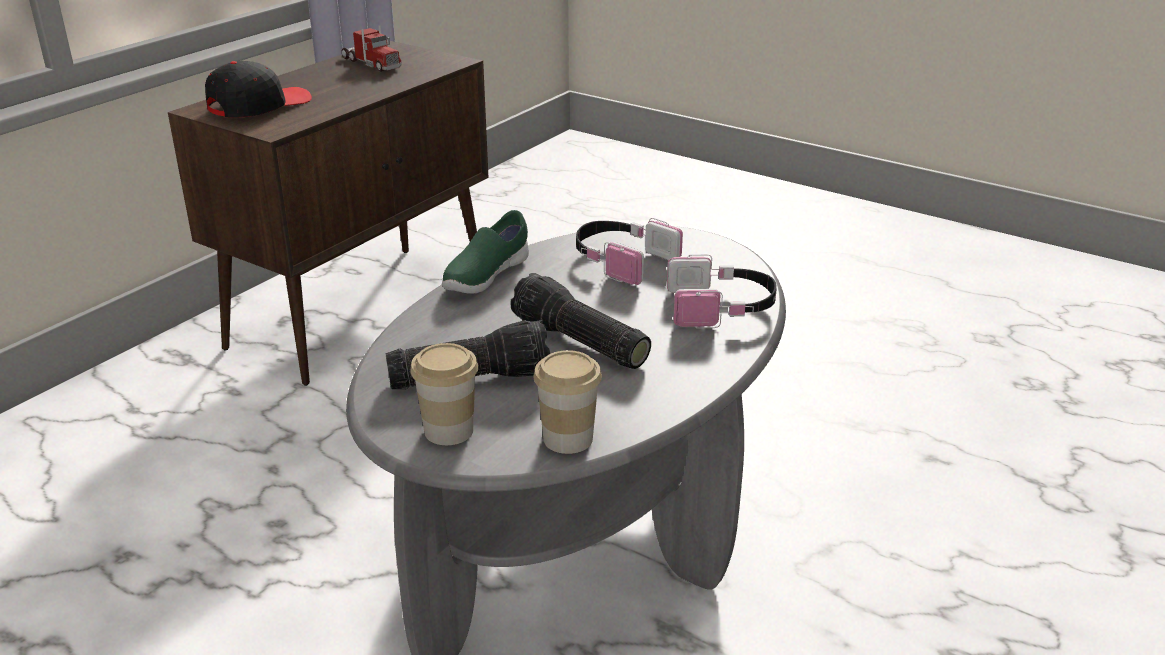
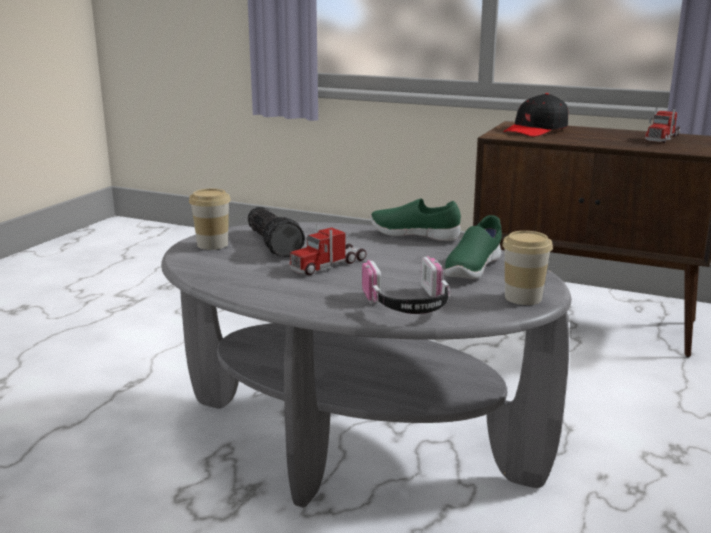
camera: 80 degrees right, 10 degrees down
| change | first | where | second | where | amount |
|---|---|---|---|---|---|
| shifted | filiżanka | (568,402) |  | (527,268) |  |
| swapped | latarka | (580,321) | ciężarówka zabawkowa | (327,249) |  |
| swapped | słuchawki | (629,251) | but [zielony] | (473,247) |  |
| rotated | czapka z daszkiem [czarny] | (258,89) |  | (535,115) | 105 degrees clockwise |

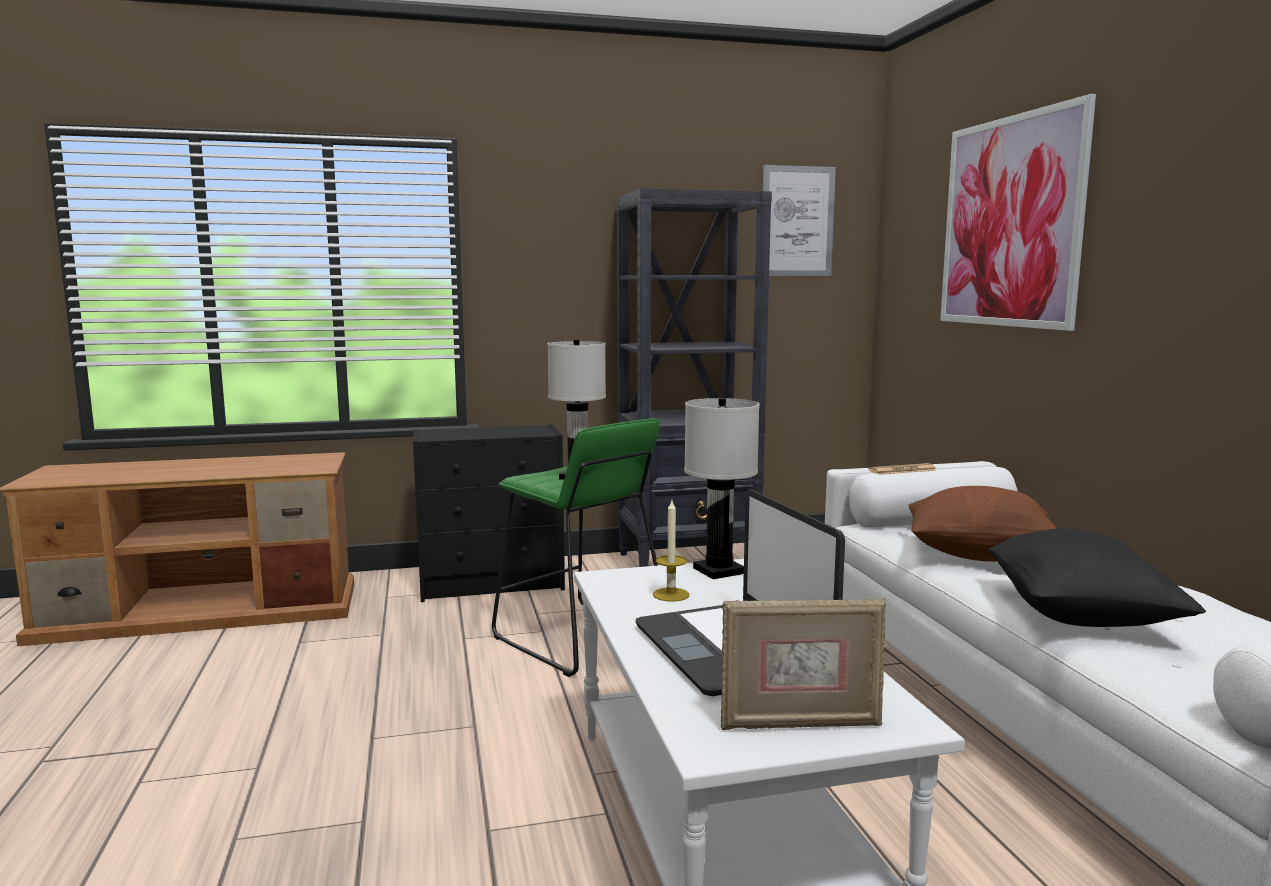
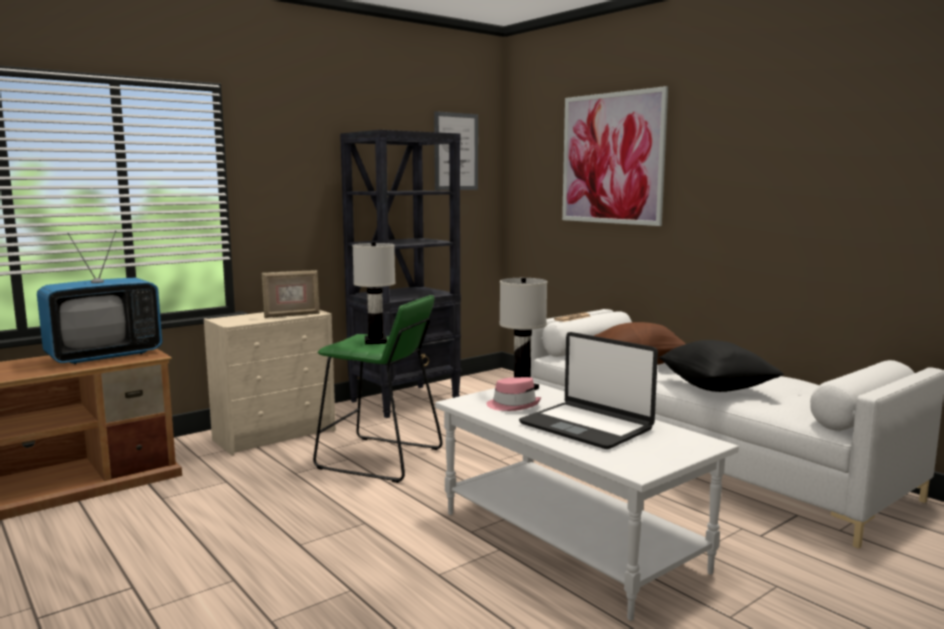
camera: 25 degrees left, 0 degrees up
| change | first | where | second | where | amount |
|---|---|---|---|---|---|
| new |  |  | telewizor | (99,297) |  |
| shifted | ramka na zdjęcie | (803,664) |  | (290,294) |  |
| swapped | świeca | (671,551) | kapelusz [różowy] | (513,394) |  |
| repainted | komoda [czarny] | (489,513) | komoda [beżowy] | (270,382) |  |

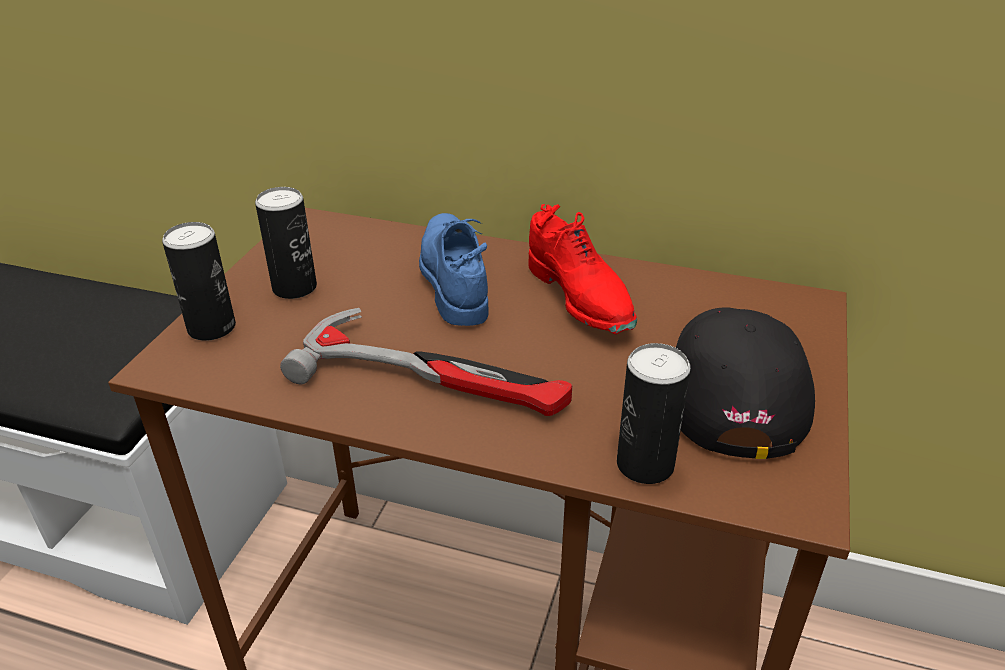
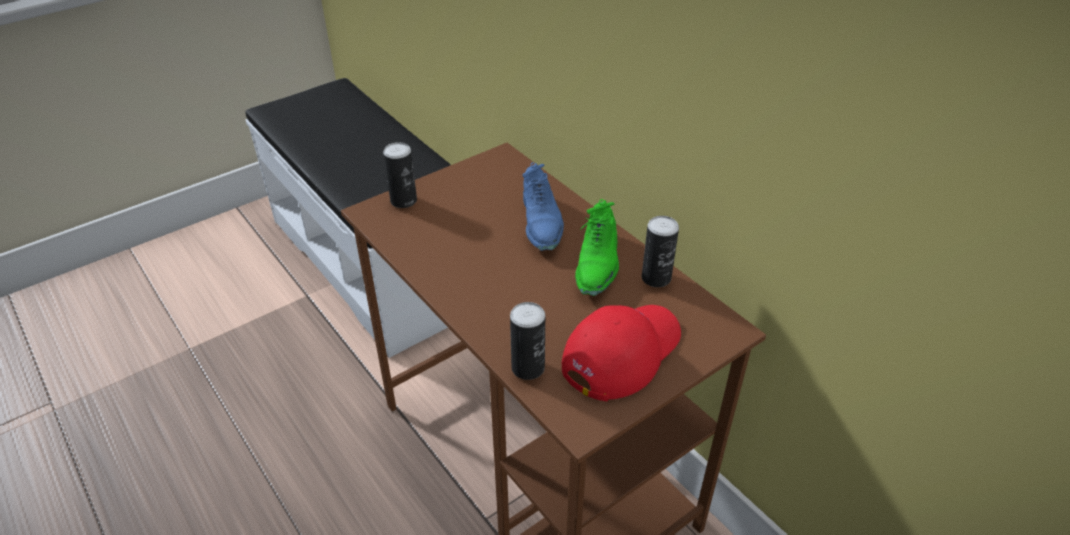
camera: 35 degrees right, 5 degrees up
| change | first | where | second | where | amount |
|---|---|---|---|---|---|
| gone | młotek | (426,362) |  |  |  |
| shifted | puszka | (286,243) |  | (660,251) |  |
| repainted | but [czerwony] | (582,269) | but [zielony] | (597,247) |  |
| repainted | czapka z daszkiem [czarny] | (745,383) | czapka z daszkiem [czerwony] | (621,353) |  |
| rotated | but [niebieski] | (454,269) |  | (543,206) | 150 degrees clockwise |

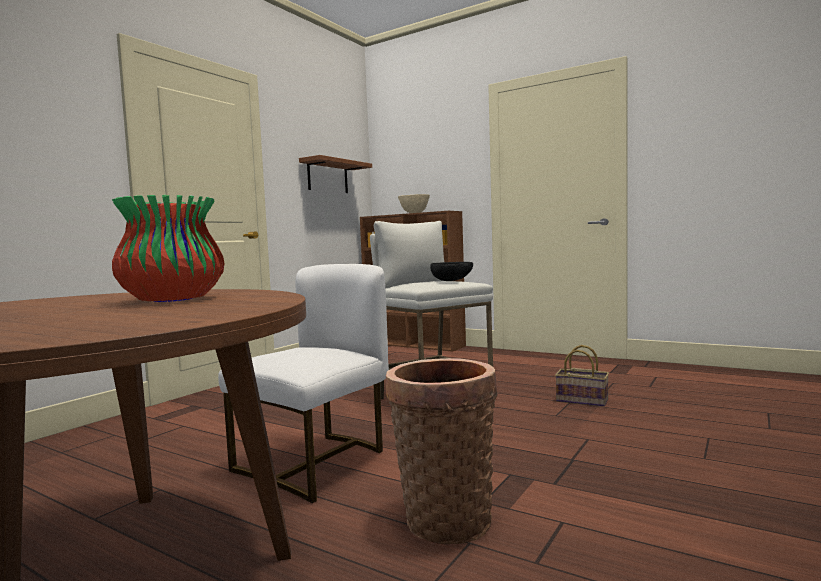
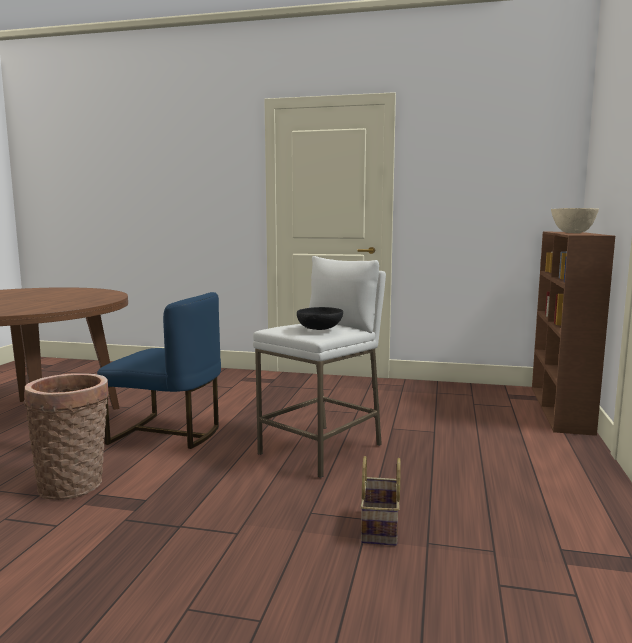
camera: 70 degrees right, 5 degrees up
| change | first | where | second | where | amount |
|---|---|---|---|---|---|
| gone | wazon | (168,248) |  |  |  |
| gone | półka [brązowy] | (335,174) |  |  |  |
| repainted | krzesło [biały] | (303,383) | krzesło [niebieski] | (159,370) |  |

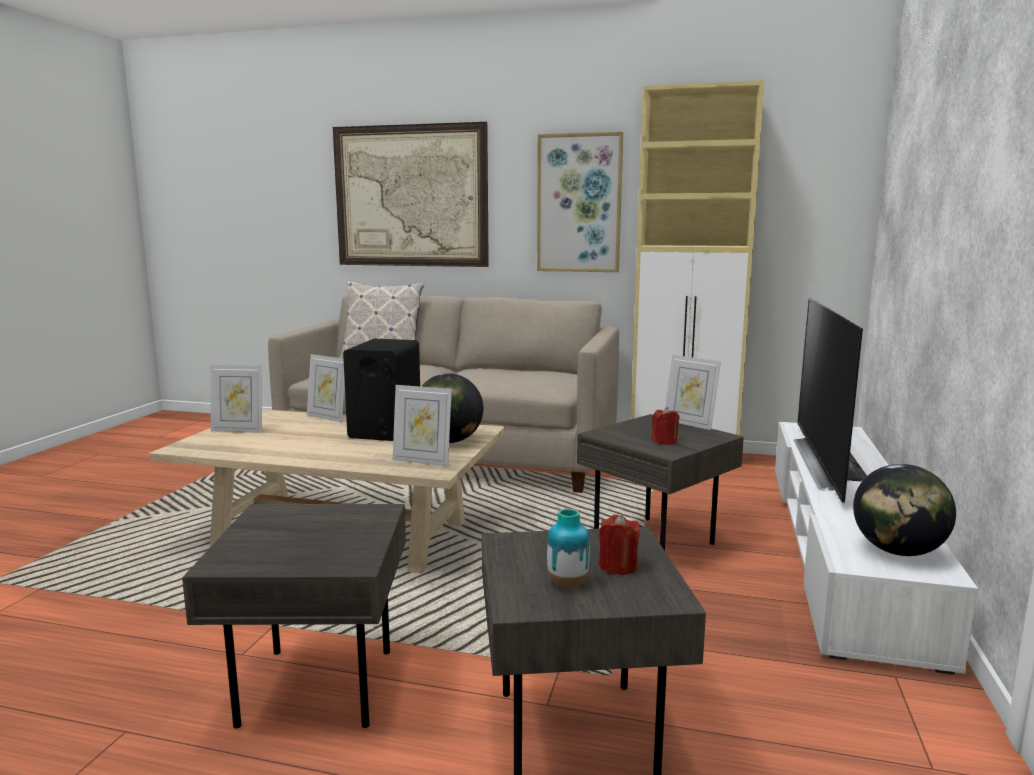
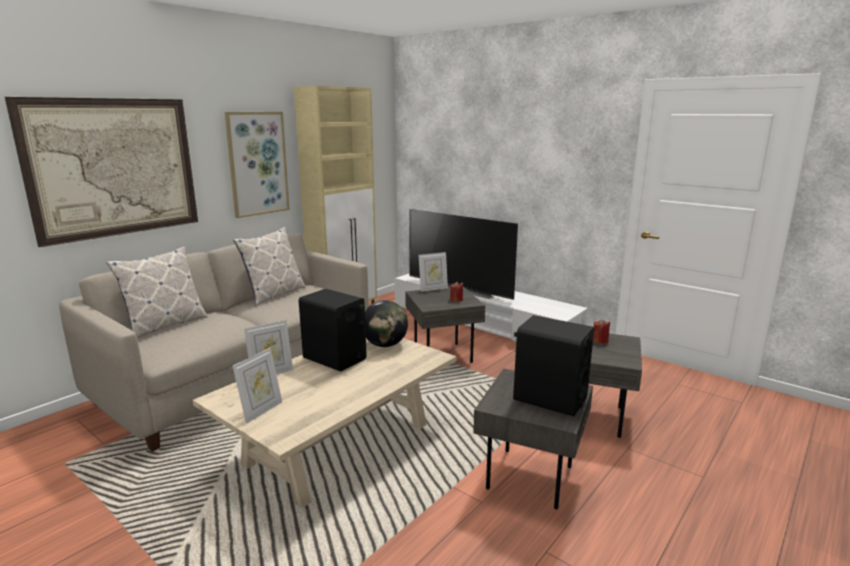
camera: 65 degrees left, 5 degrees up
| change | first | where | second | where | amount |
|---|---|---|---|---|---|
| gone | ramka na zdjęcie | (422,425) |  |  |  |
| gone | wazon | (568,547) |  |  |  |
| gone | globus | (904,510) |  |  |  |
| new |  |  | poduszka | (269,266) |  |
| new |  |  | głośnik [czarny] | (553,365) |  |

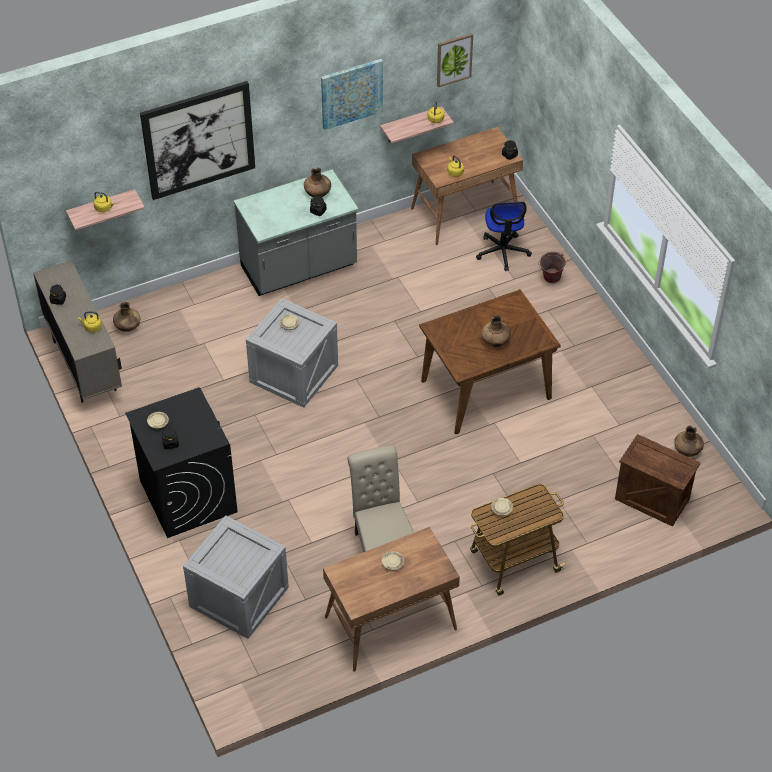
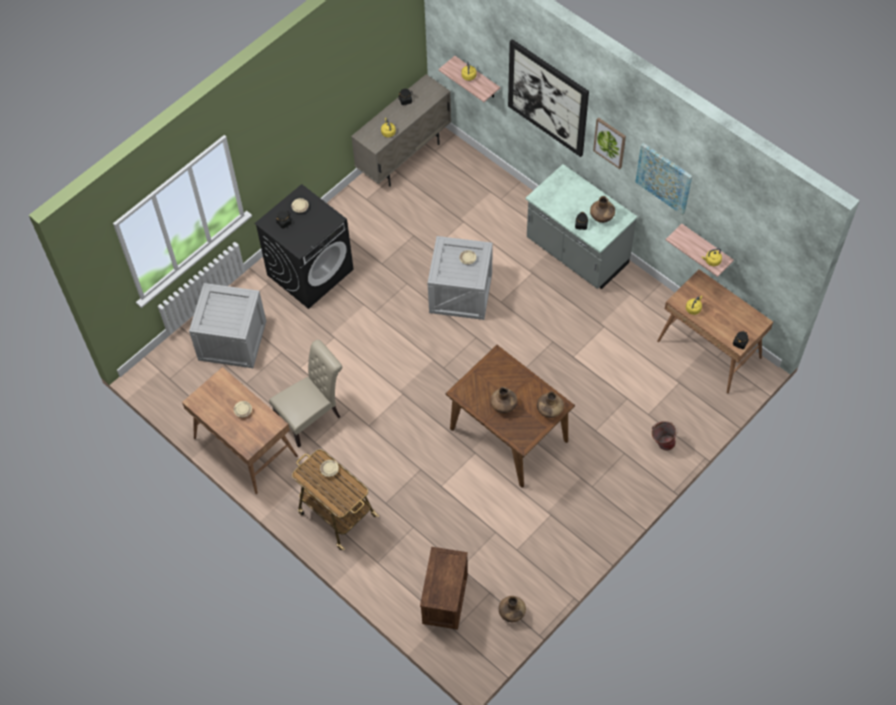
camera: 70 degrees right, 10 degrees up
| change | first | where | second | where | amount |
|---|---|---|---|---|---|
| gone | krzesło biurowe | (504,236) |  |  |  |
| shifted | wazon [brązowy] | (126,317) |  | (550,405) |  |
| shifted | obraz | (455,60) |  | (609,143) |  |

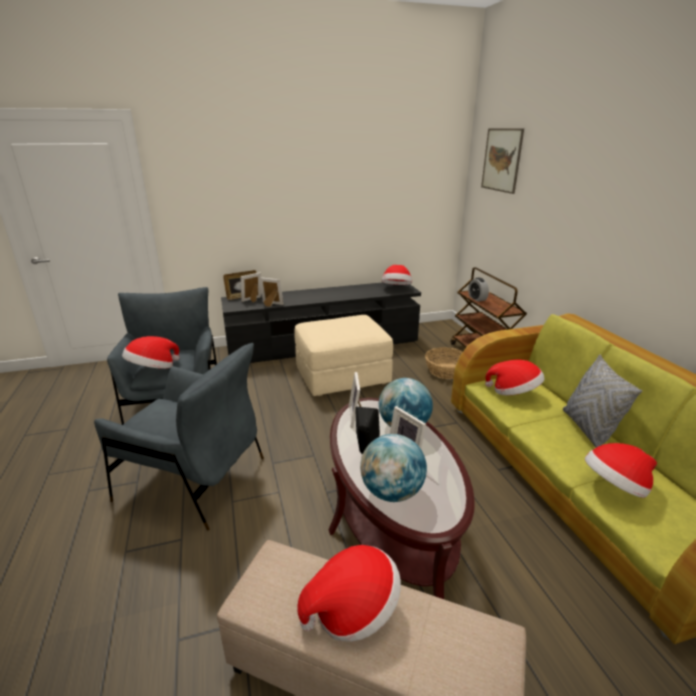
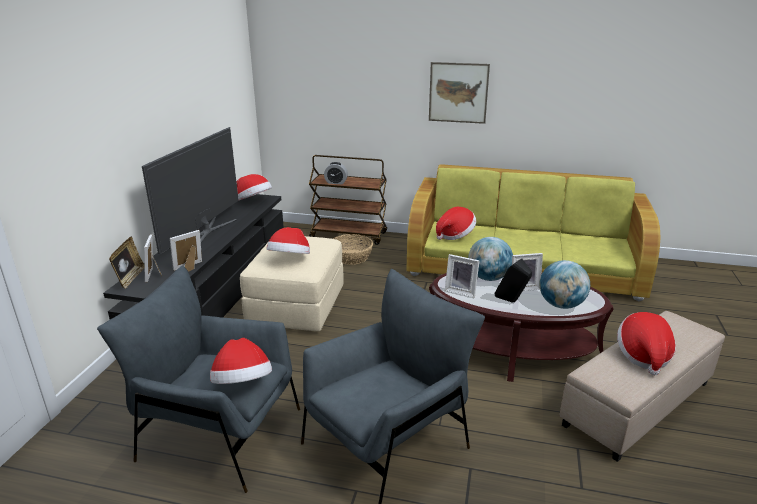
camera: 60 degrees left, 0 degrees up
| change | first | where | second | where | amount |
|---|---|---|---|---|---|
| gone | poduszka [szary] | (602,401) |  |  |  |
| new |  |  | telewizor | (190,190) |  |
| shifted | obraz | (502,161) |  | (459,93) |  |
| shifted | kapelusz | (621,470) |  | (288,240) |  |

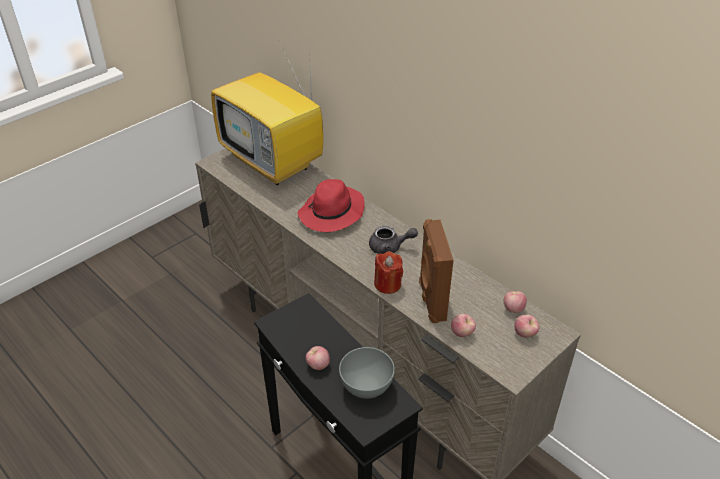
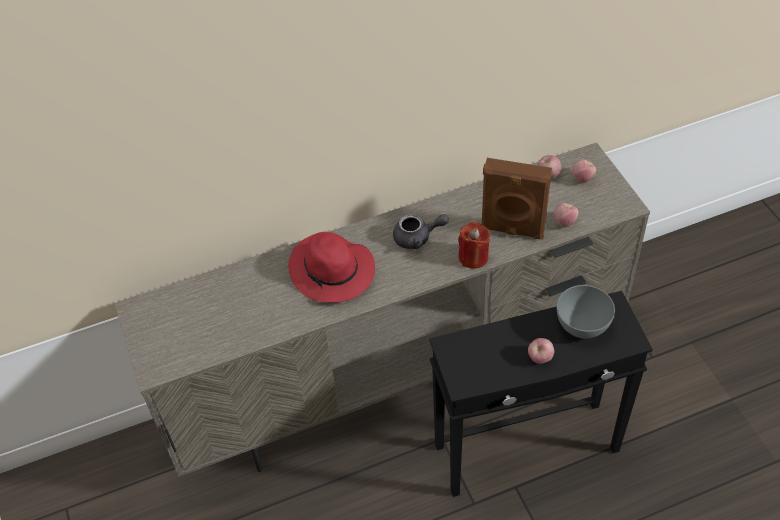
camera: 65 degrees left, 10 degrees up
| change | first | where | second | where | amount |
|---|---|---|---|---|---|
| gone | telewizor | (267,113) |  |  |  |
| rotated | imbryk [szary] | (393,240) |  | (421,231) | 60 degrees clockwise |

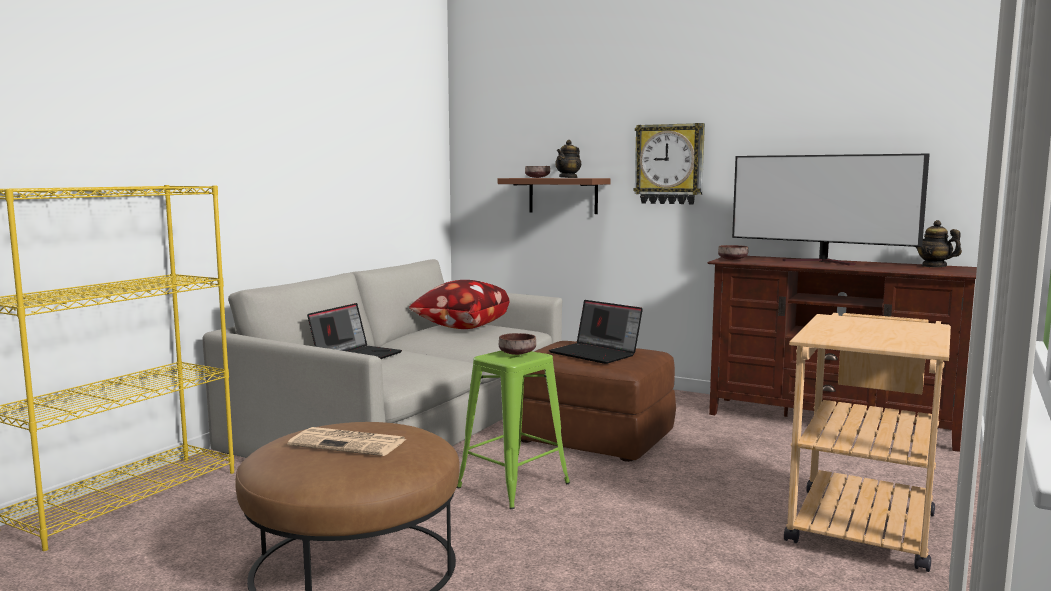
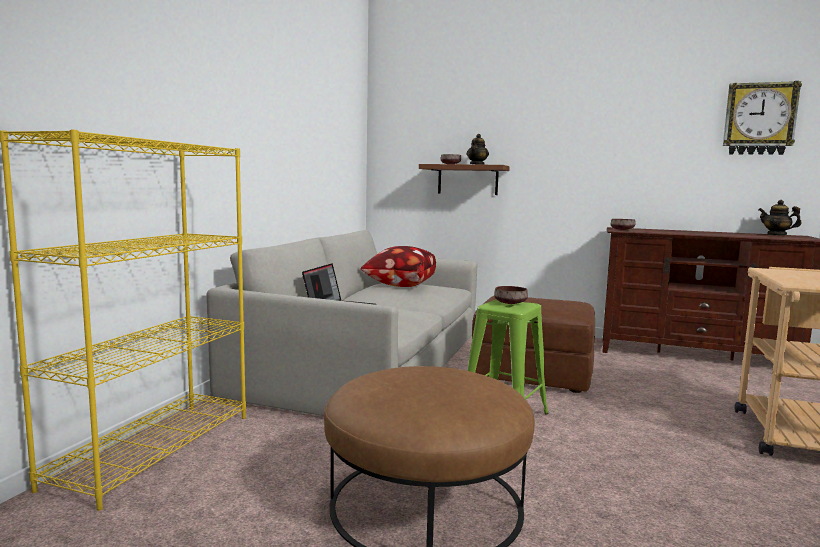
camera: 10 degrees left, 0 degrees up
| change | first | where | second | where | amount |
|---|---|---|---|---|---|
| gone | gazeta | (347,441) |  |  |  |
| gone | laptop | (596,332) |  |  |  |
| gone | telewizor | (831,209) |  |  |  |
| shifted | zegar ścienny | (669,163) |  | (762,118) |  |

